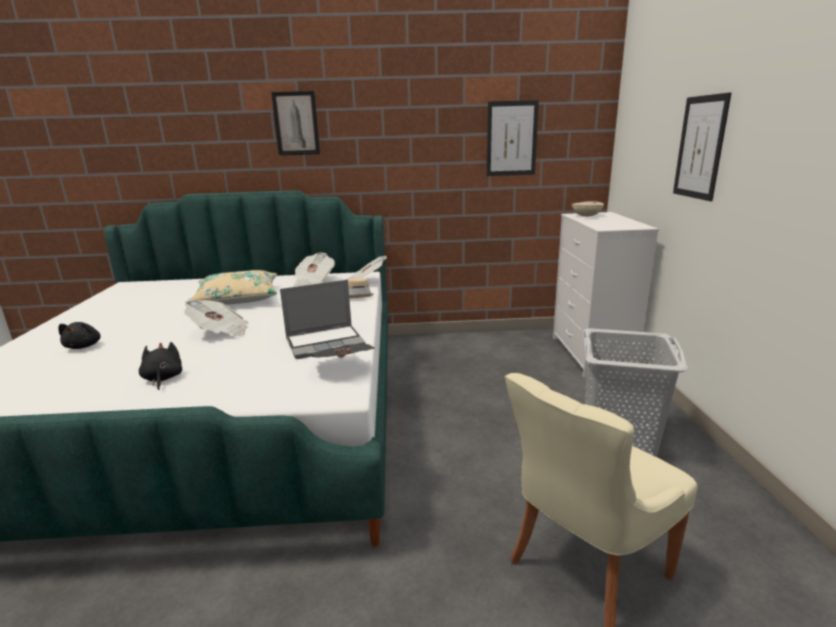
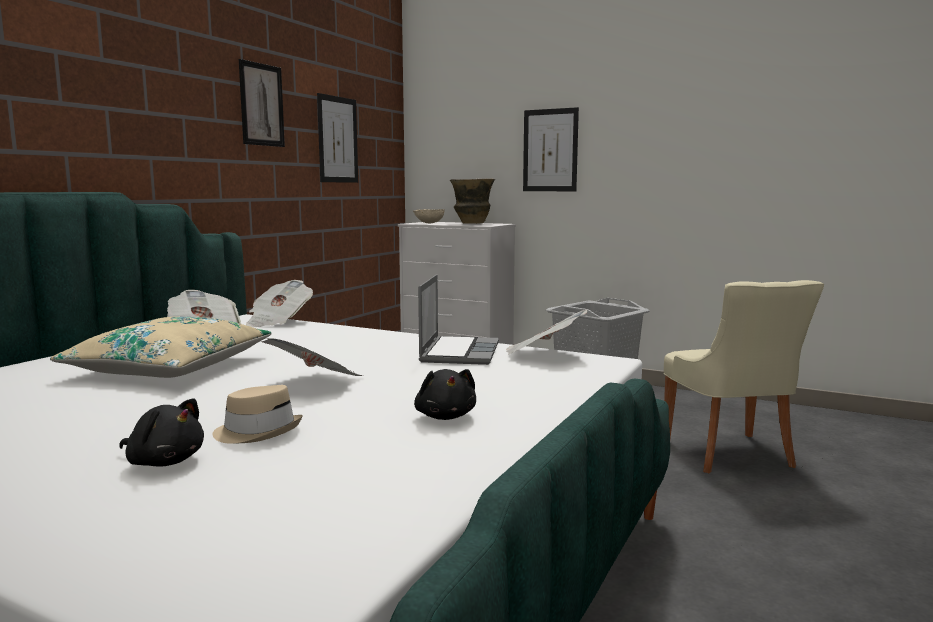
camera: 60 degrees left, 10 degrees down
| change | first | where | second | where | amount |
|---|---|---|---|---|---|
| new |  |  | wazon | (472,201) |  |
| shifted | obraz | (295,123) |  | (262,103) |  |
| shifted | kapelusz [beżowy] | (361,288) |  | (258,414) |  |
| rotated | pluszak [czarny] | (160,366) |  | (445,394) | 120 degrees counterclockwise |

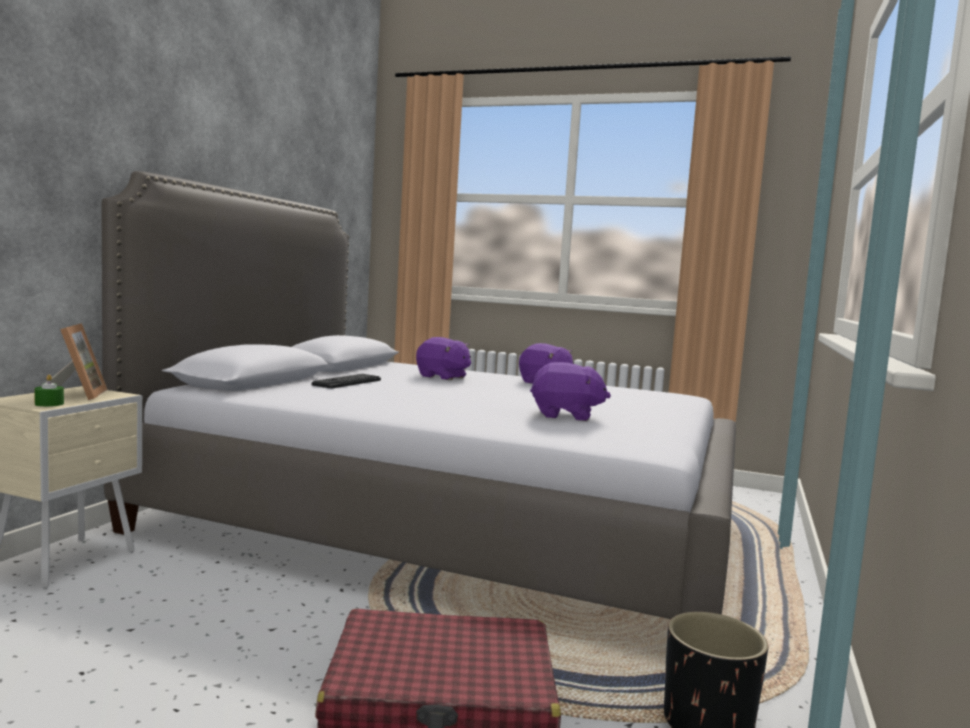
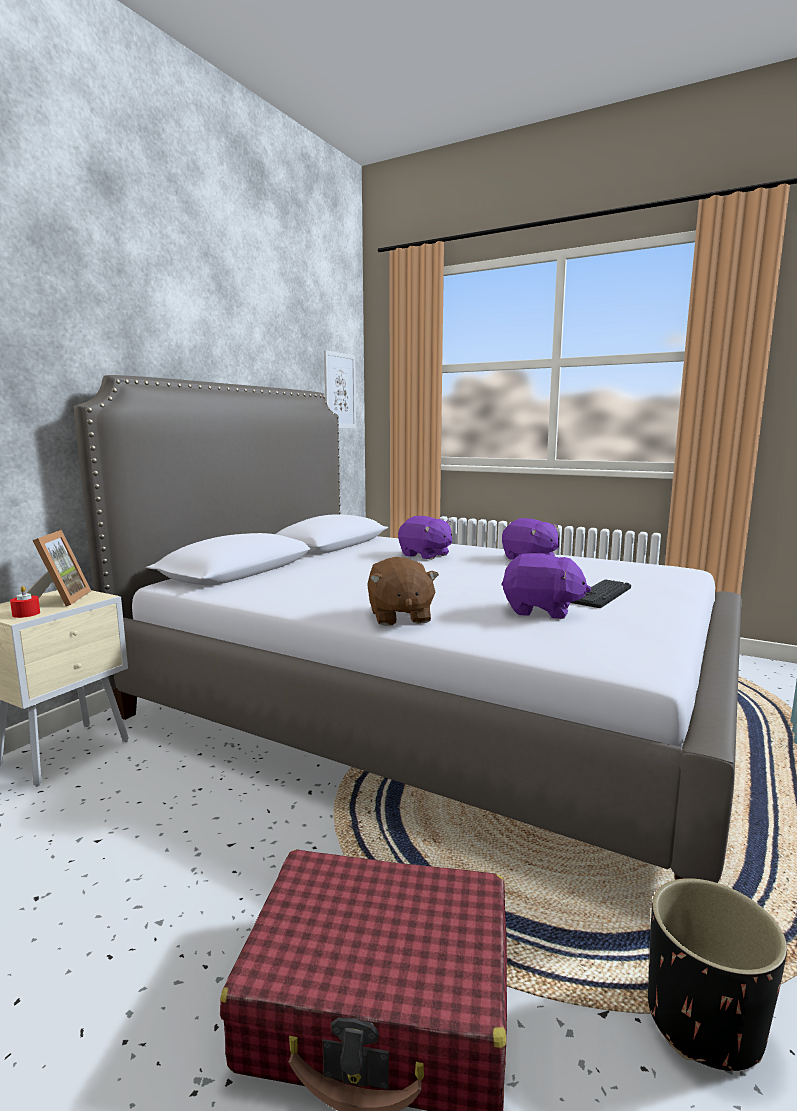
camera: 10 degrees right, 5 degrees up
| change | first | where | second | where | amount |
|---|---|---|---|---|---|
| new |  |  | obraz | (340,389) |  |
| new |  |  | pluszak [brązowy] | (403,591) |  |
| shifted | klawiatura | (346,381) |  | (600,593) |  |
| repainted | świeca [zielony] | (49,390) | świeca [czerwony] | (25,602) |  |

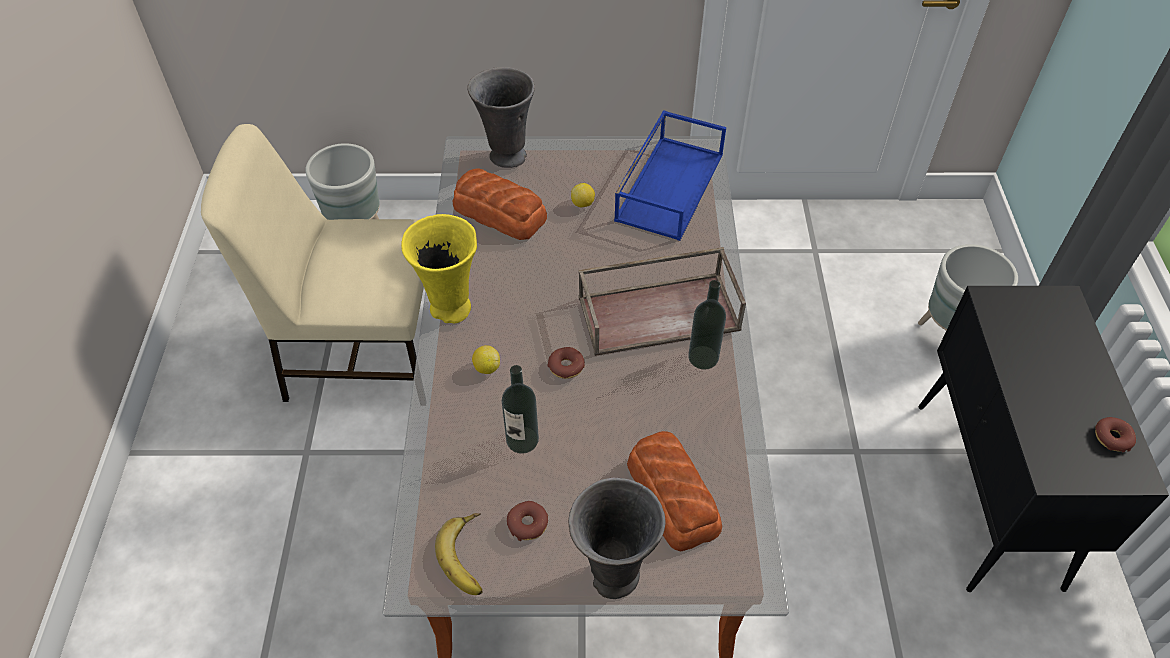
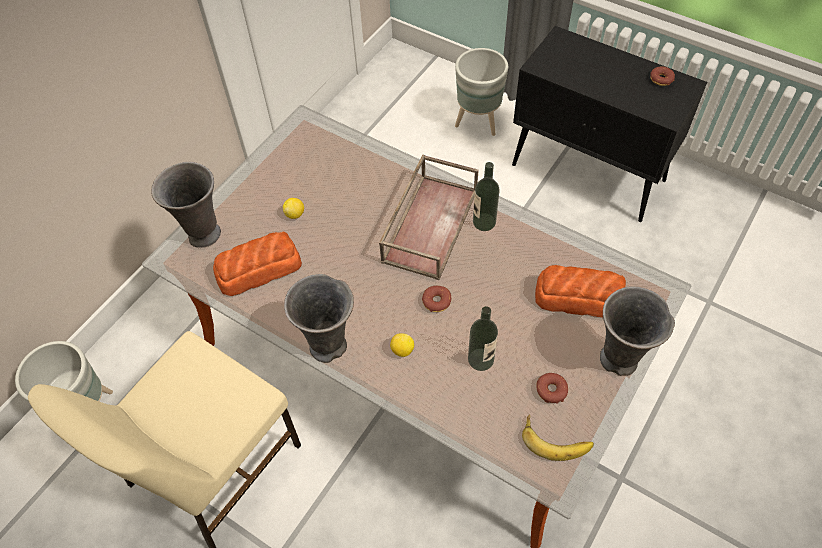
camera: 55 degrees left, 5 degrees up
| change | first | where | second | where | amount |
|---|---|---|---|---|---|
| gone | taca [niebieski] | (670,175) |  |  |  |
| repainted | wazon [żółty] | (439,268) | wazon [szary] | (319,318) |  |

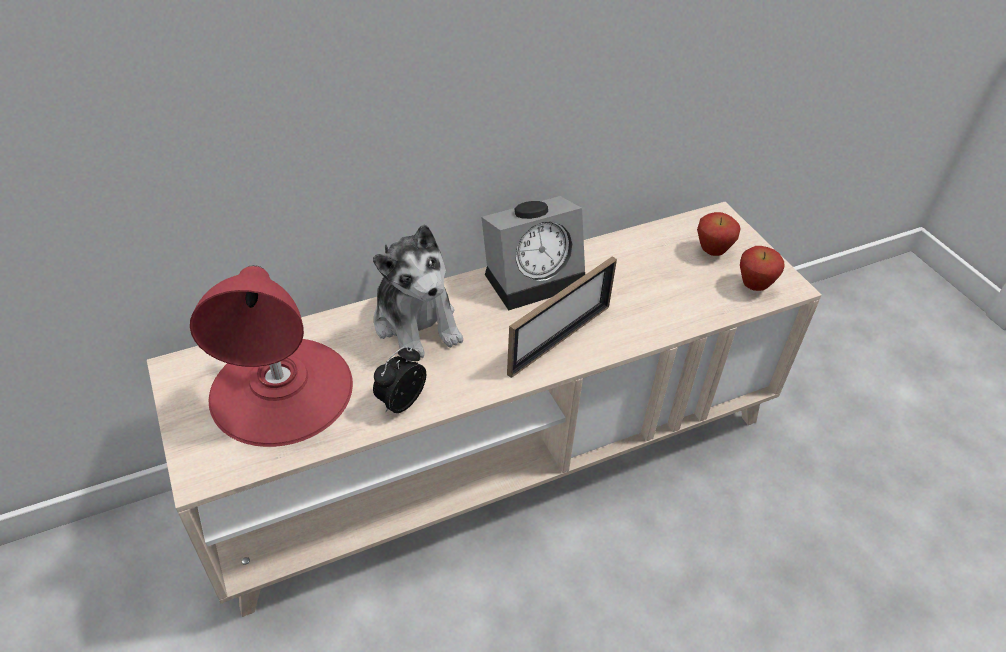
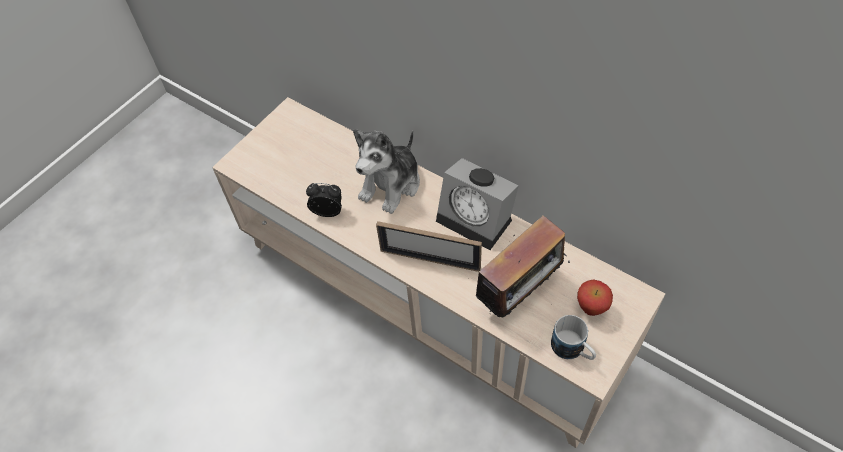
camera: 65 degrees right, 10 degrees up
| change | first | where | second | where | amount |
|---|---|---|---|---|---|
| gone | lampa stołowa [czerwony] | (271,356) |  |  |  |
| new |  |  | radio | (523,266) |  |
| swapped | jabłko | (762,268) | kubek | (573,337) |  |

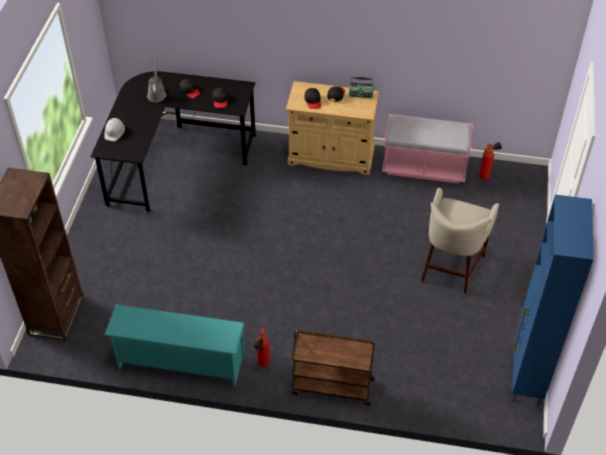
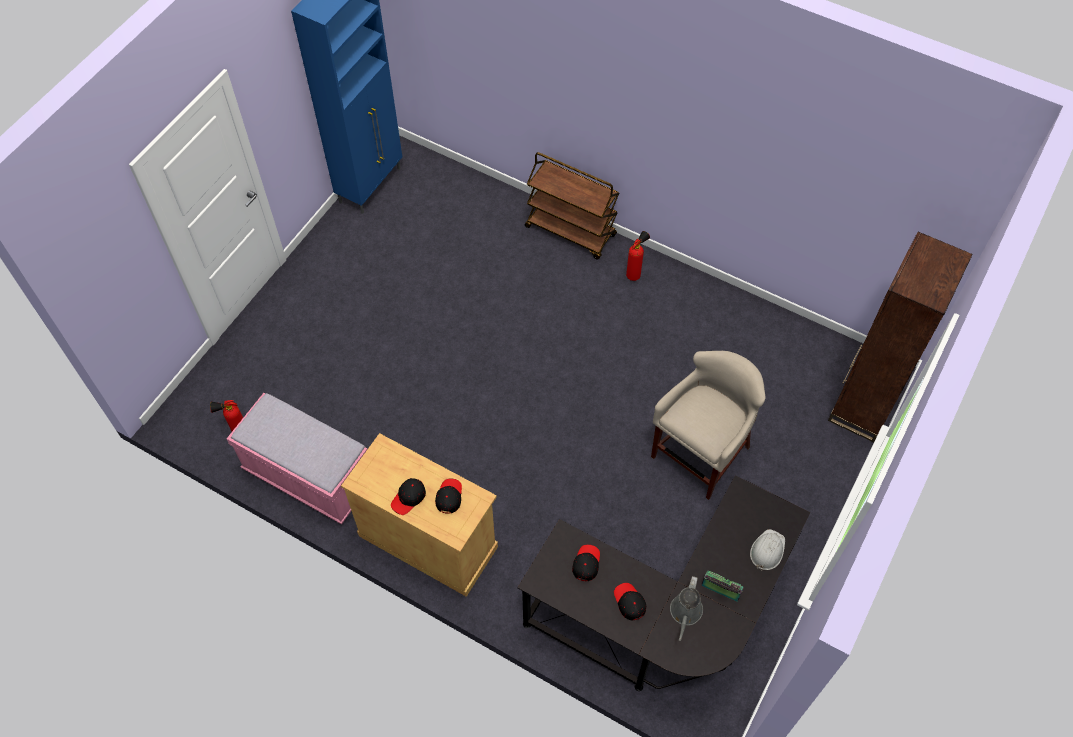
camera: 160 degrees left, 10 degrees up
| change | first | where | second | where | amount |
|---|---|---|---|---|---|
| gone | regał na buty [turkusowy] | (174,345) |  |  |  |
| shifted | radio | (361,87) |  | (723,586) |  |
| shifted | stołek [beżowy] | (460,241) |  | (708,425) |  |

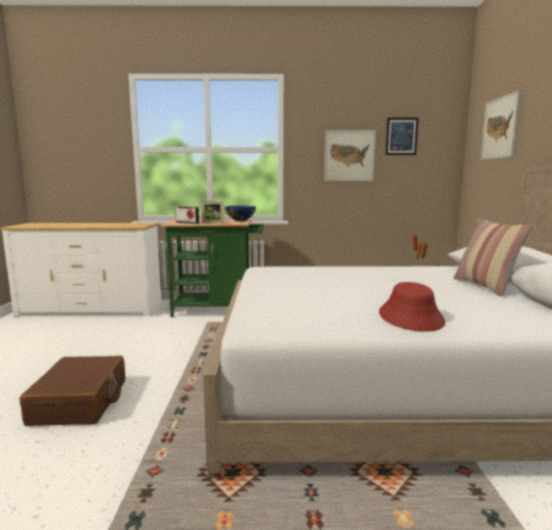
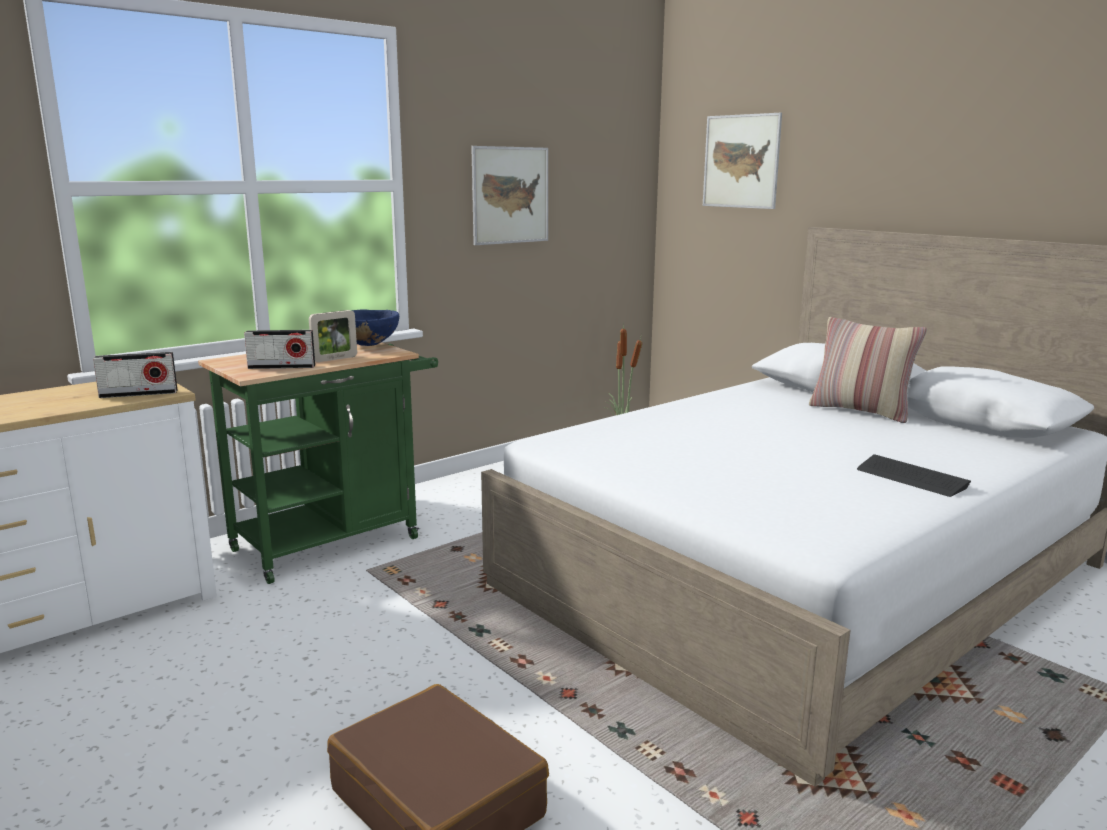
camera: 40 degrees left, 5 degrees up
| change | first | where | second | where | amount |
|---|---|---|---|---|---|
| gone | obraz | (402,136) |  |  |  |
| new |  |  | radio | (135,375) |  |
| swapped | kapelusz [czerwony] | (412,307) | klawiatura | (914,475) |  |

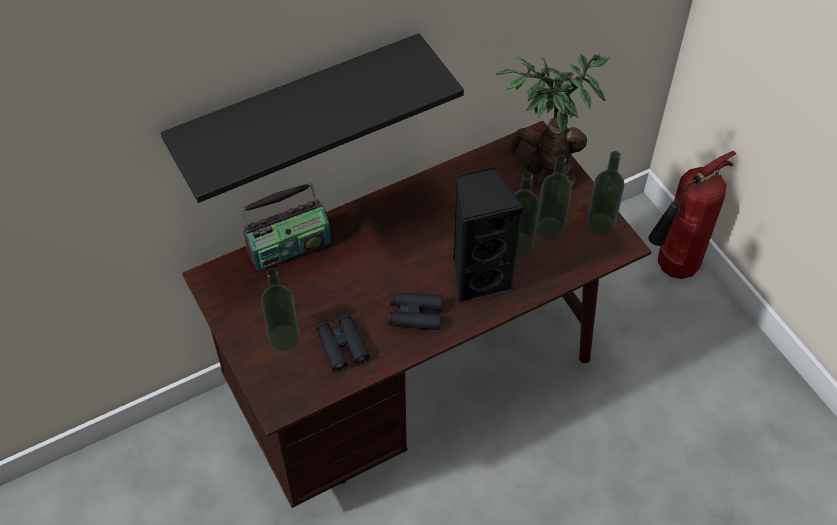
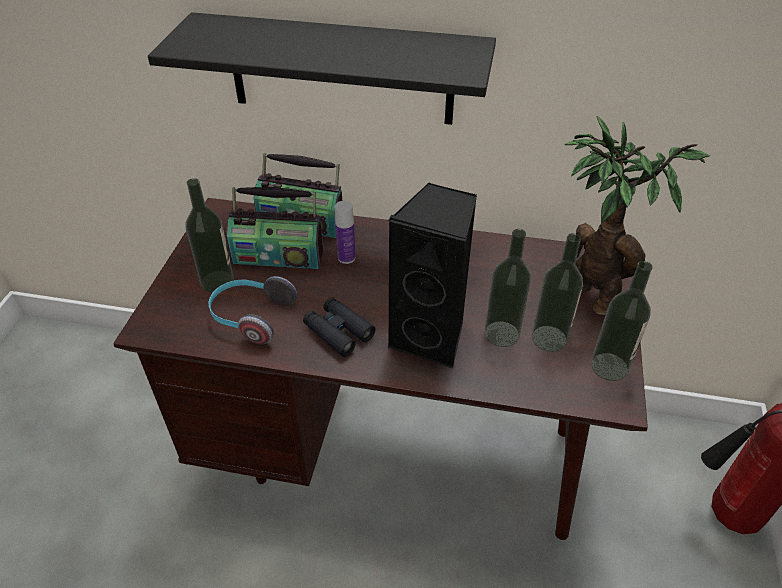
camera: 40 degrees right, 10 degrees down
| change | first | where | second | where | amount |
|---|---|---|---|---|---|
| new |  |  | radio | (274,228) |  |
| new |  |  | butelka | (345,232) |  |
| swapped | lornetka [czarny] | (343,343) | słuchawki | (252,310) |  |

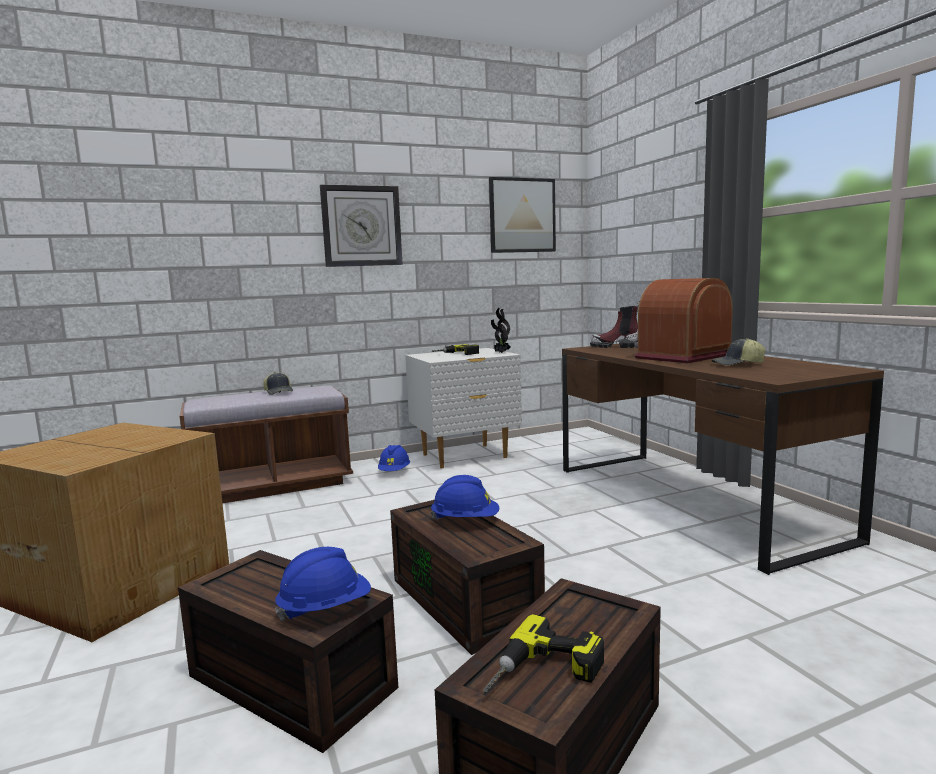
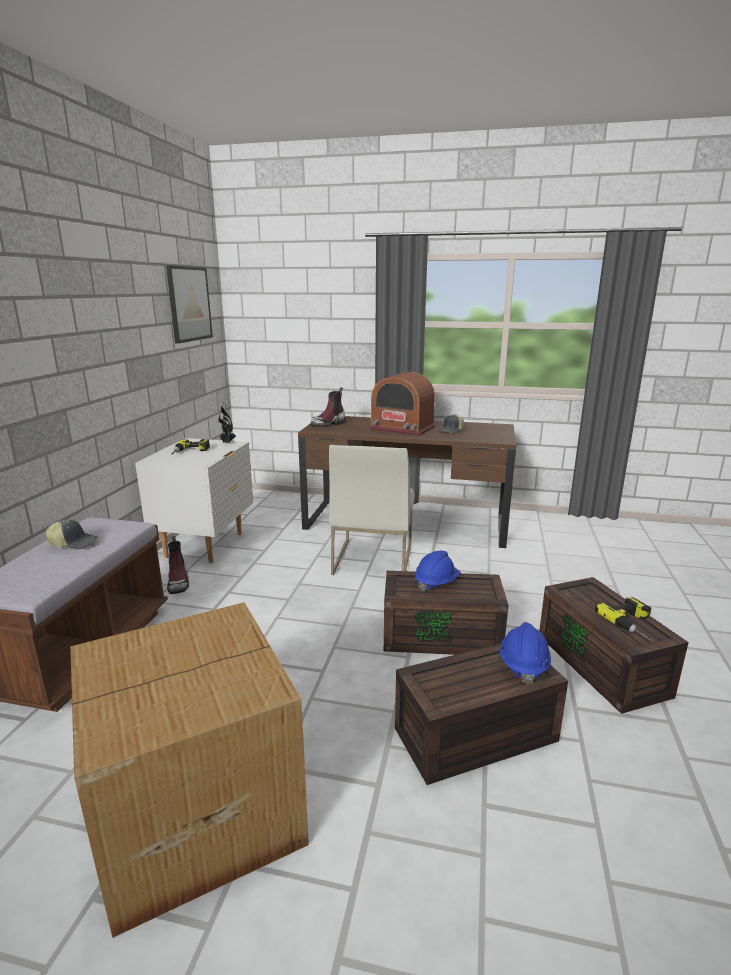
camera: 55 degrees left, 10 degrees up
| change | first | where | second | where | amount |
|---|---|---|---|---|---|
| gone | zegar ścienny | (361,226) |  |  |  |
| new |  |  | krzesło [biały] | (372,510) |  |
| swapped | kask [niebieski] | (394,458) | but z cholewką | (178,565) |  |
| rotated | radio | (683,320) |  | (402,404) | 60 degrees counterclockwise |

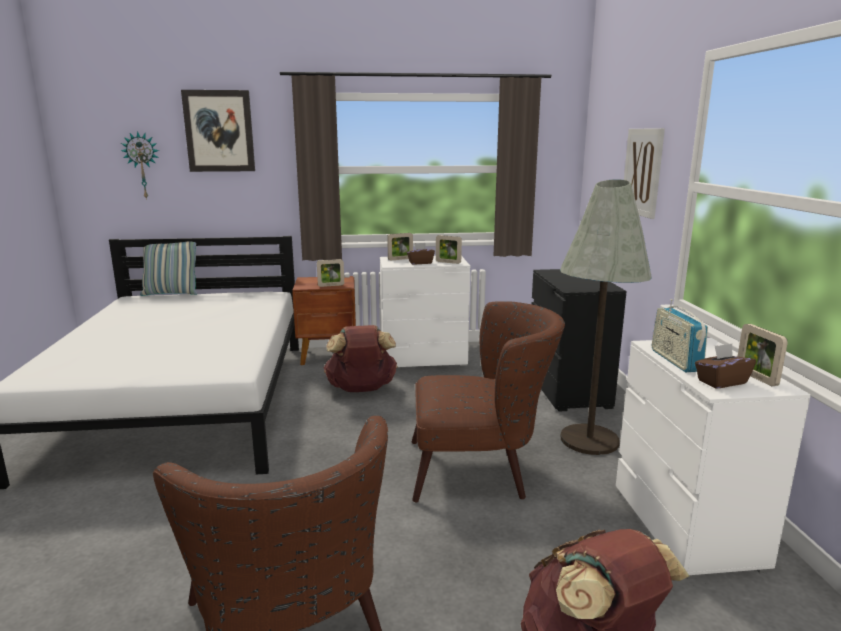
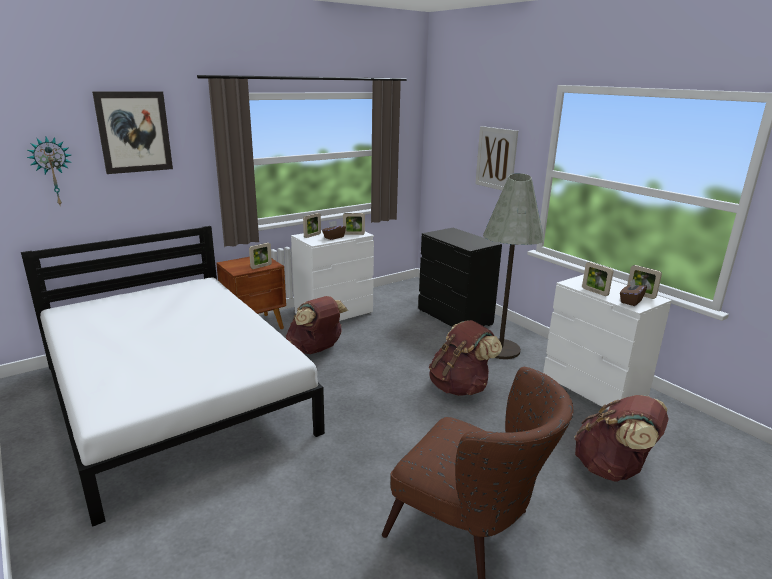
camera: 30 degrees left, 5 degrees up
| change | first | where | second | where | amount |
|---|---|---|---|---|---|
| gone | poduszka | (168,268) |  |  |  |
| swapped | fotel [brązowy] | (488,401) | plecak [brązowy] | (465,358) |  |
| swapped | radio | (679,336) | ramka na zdjęcie | (597,279) |  |

